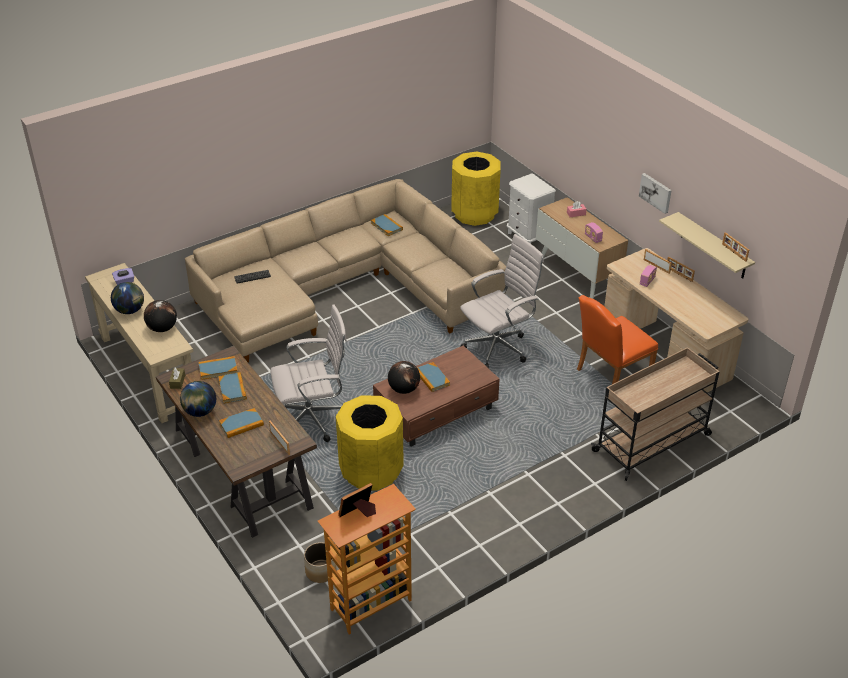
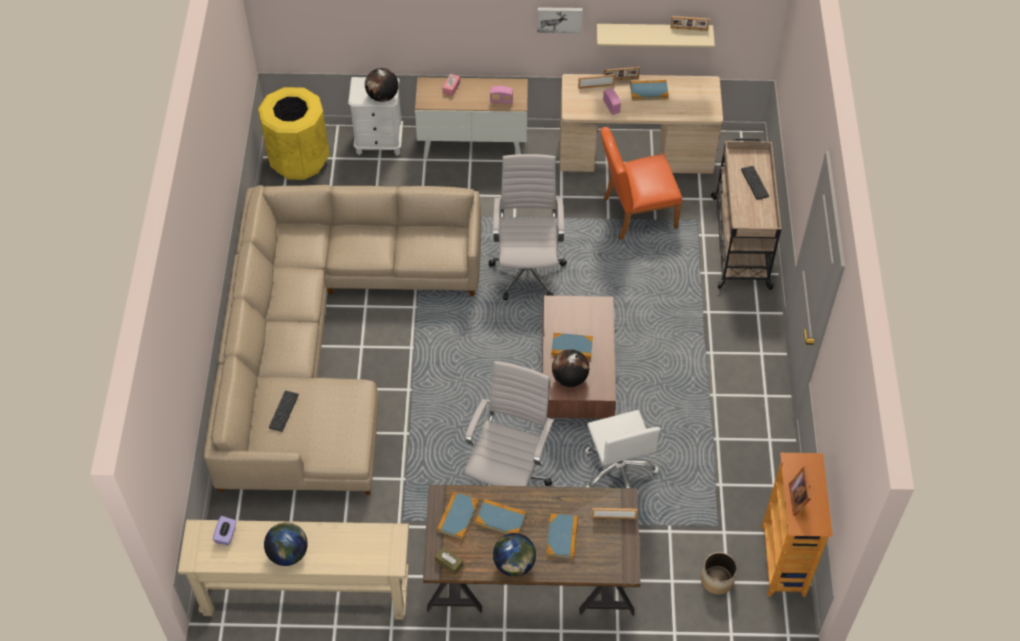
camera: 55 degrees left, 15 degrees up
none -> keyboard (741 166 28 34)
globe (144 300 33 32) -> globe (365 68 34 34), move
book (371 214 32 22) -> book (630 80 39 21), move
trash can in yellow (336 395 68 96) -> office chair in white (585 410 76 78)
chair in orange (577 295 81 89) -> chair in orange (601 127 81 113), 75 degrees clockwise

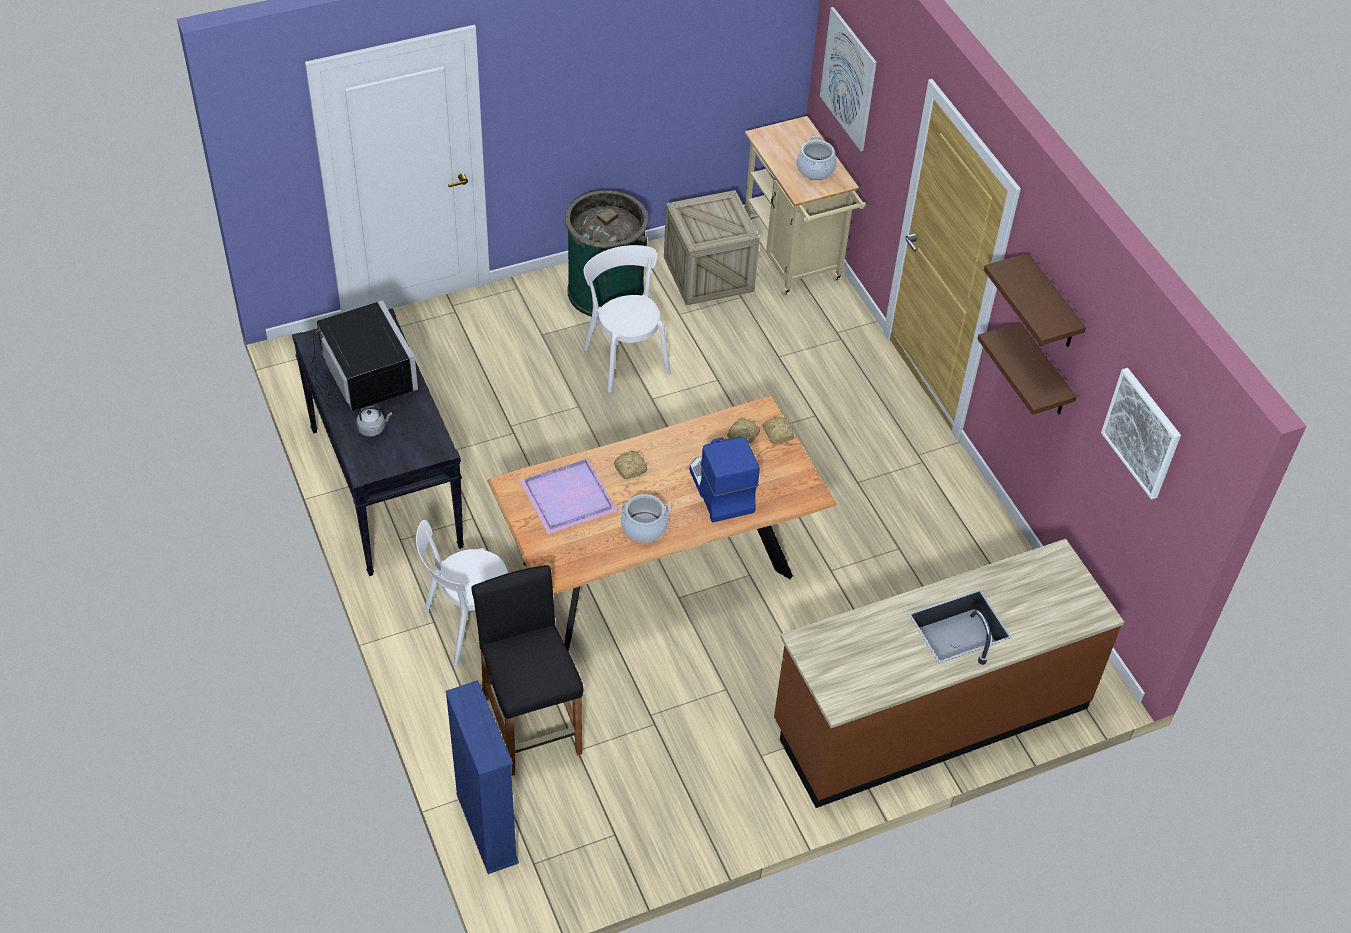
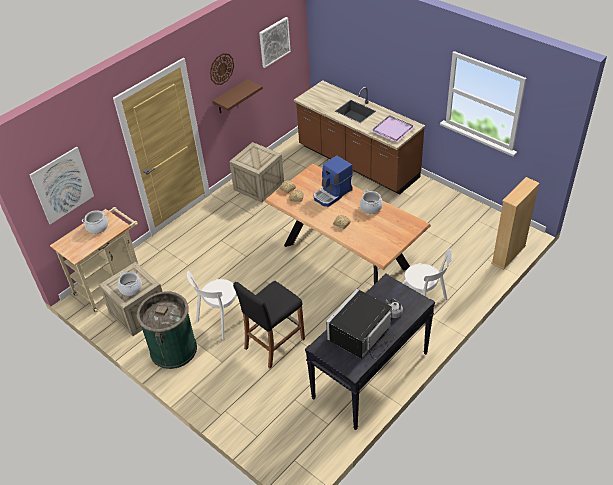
camera: 110 degrees left, 5 degrees down
none -> cooking pot (118 271 24 25)
none -> crate (229 142 55 61)
stool in black (471 565 113 211) -> stool in black (233 281 72 88), move
tray in purple (520 458 97 76) -> tray in purple (371 115 44 28), move
shelf in brown (984 253 102 94) -> wall clock (210 53 24 32)
bookcase in blue (445 680 74 194) -> bookcase in beige (491 177 49 93)

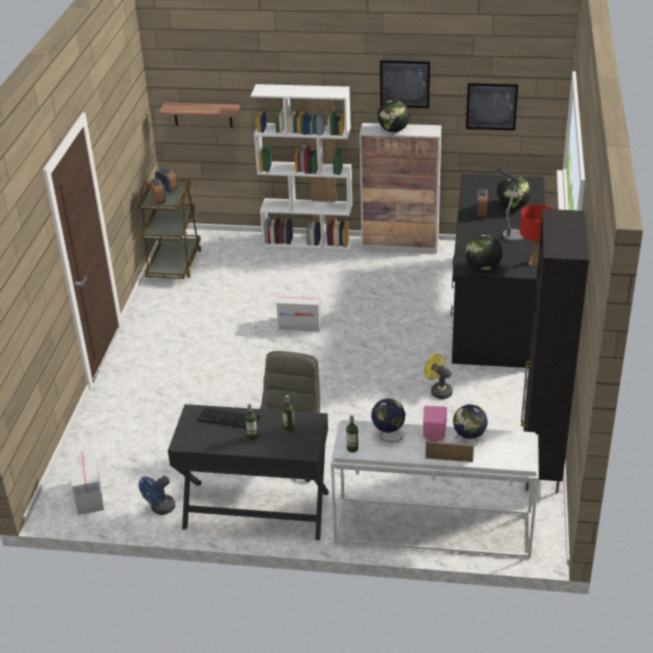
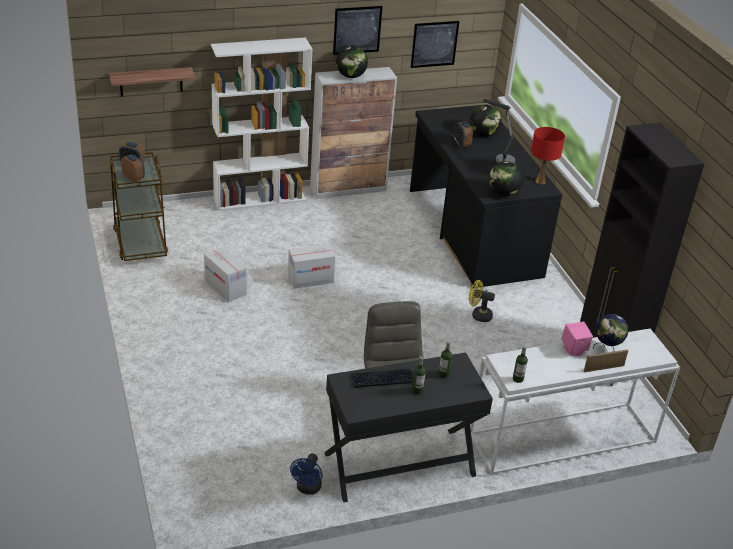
camera: 30 degrees left, 0 degrees up
globe (371 398 34 44) -> none
cardboard box (68 448 36 67) -> cardboard box (204 247 43 55), move

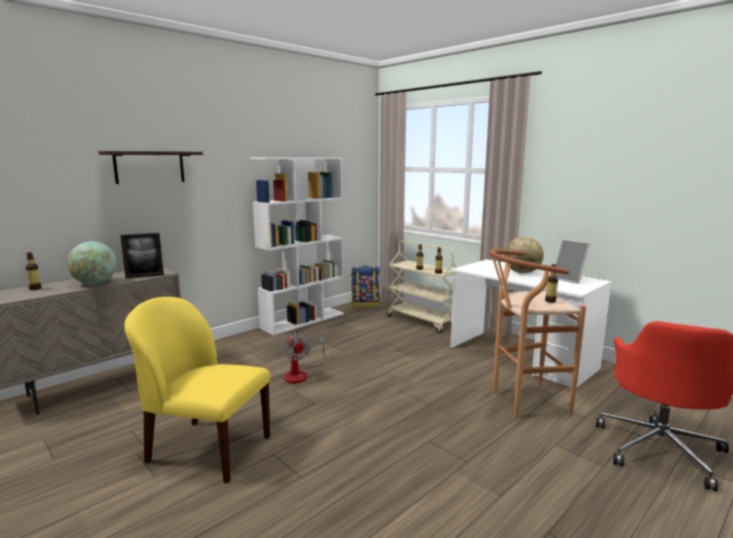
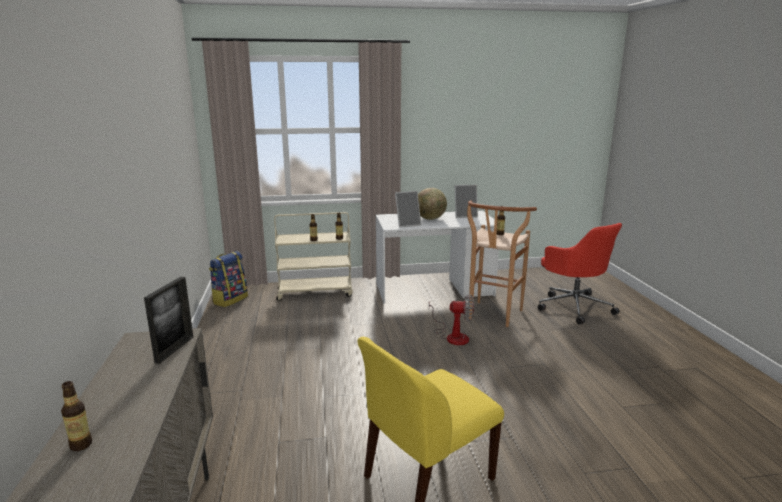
camera: 55 degrees left, 5 degrees up
globe (67 241 50 44) -> none
shelf (99 151 104 33) -> none
bookcase in white (250 157 94 178) -> none
none -> picture frame (395 191 26 37)
fan (283 332 42 51) -> fan (429 294 45 51), move

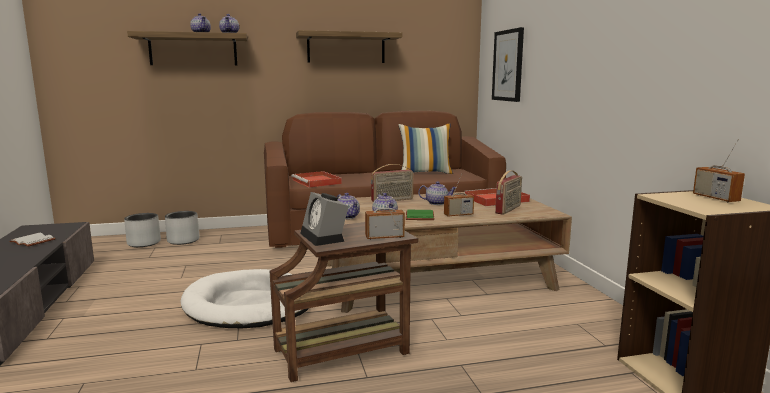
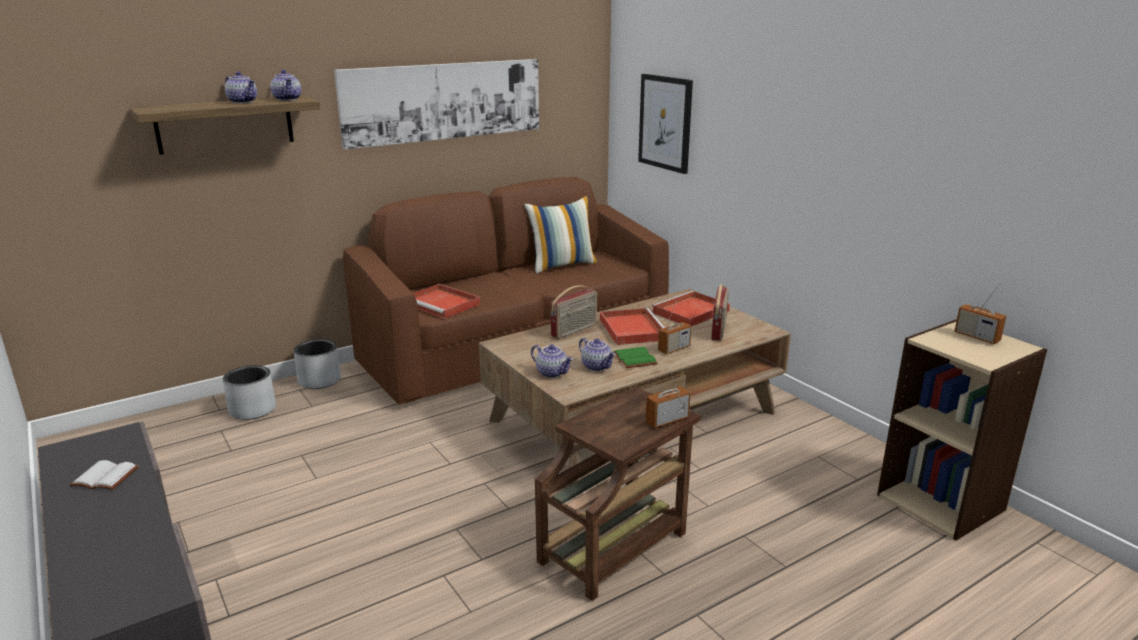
camera: 20 degrees left, 10 degrees up
dog bed in white (181 269 128 59) -> none
alarm clock (300 192 49 54) -> none
planter in grey (124 213 37 34) -> planter in grey (293 339 48 50), move
shelf (296 30 106 33) -> picture (334 59 205 91)
teapot (418 181 38 24) -> tray in red (600 308 65 37)

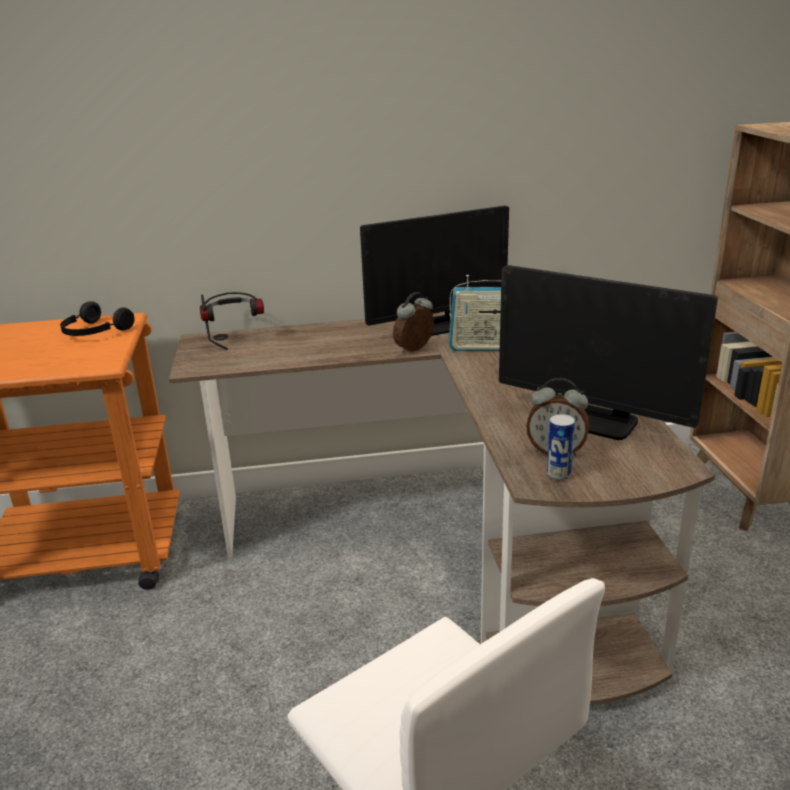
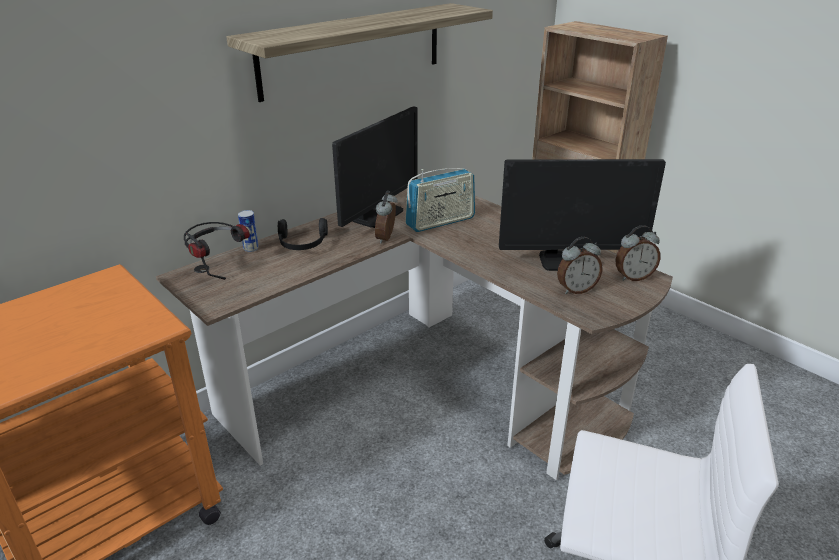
camera: 35 degrees left, 5 degrees up
none -> shelf (226 3 267 99)
none -> alarm clock (616 225 44 56)
headphones in black (60 301 74 35) -> headphones in black (278 218 50 32), move
can (547 414 28 67) -> can (238 210 21 42), move

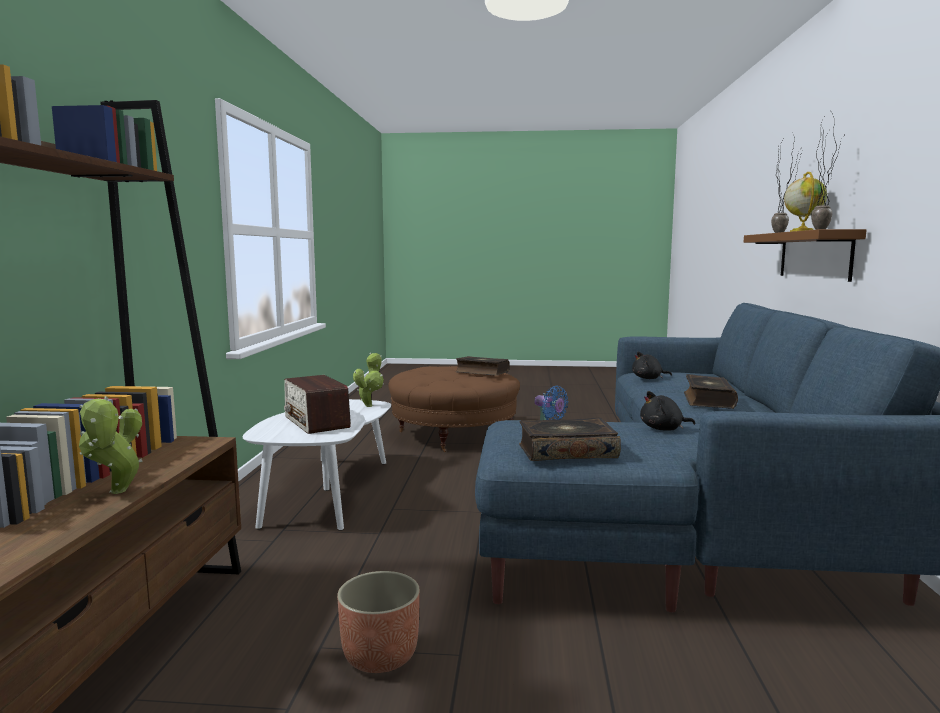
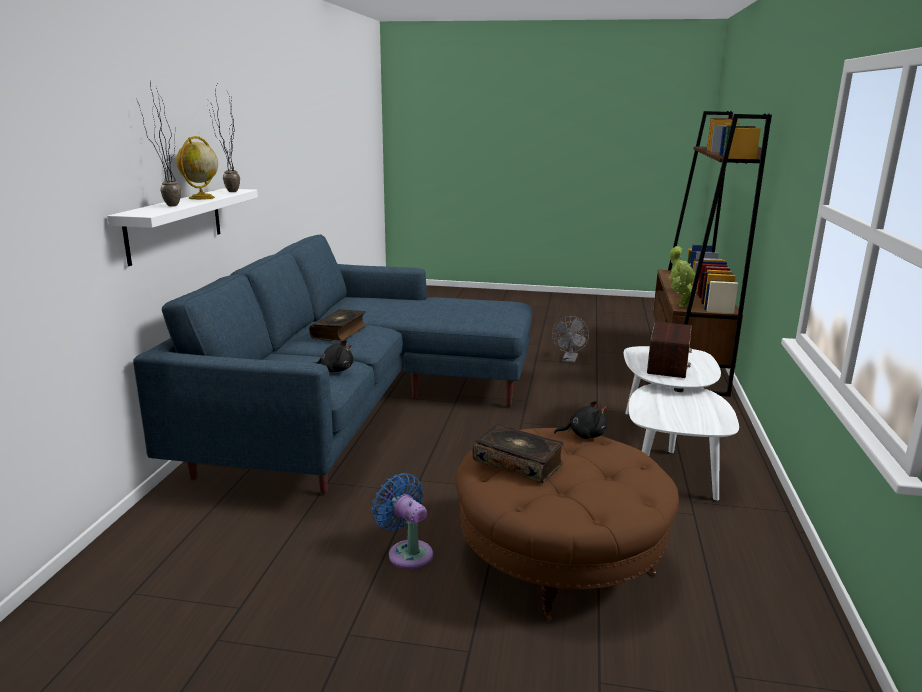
camera: 175 degrees left, 10 degrees up
book (519 417 102 44) -> none
potted plant (353 353 31 54) -> potted plant (671 264 25 43), move
plush toy in black (640 391 55 40) -> plush toy in black (554 401 53 38), move
planter (337 571 83 102) -> fan in grey (552 316 37 47)
shelf in brown (744 229 122 53) -> shelf in white (107 189 151 77)
radio (284 375 67 59) -> radio (647 322 45 56), 45 degrees clockwise

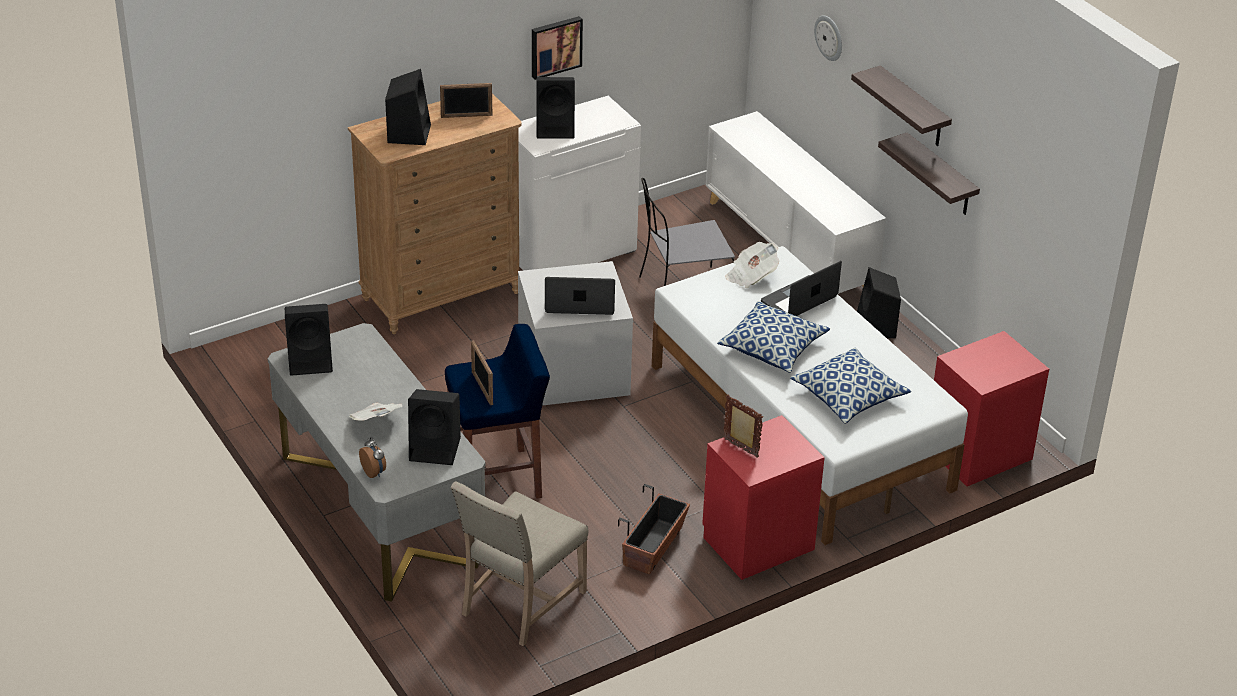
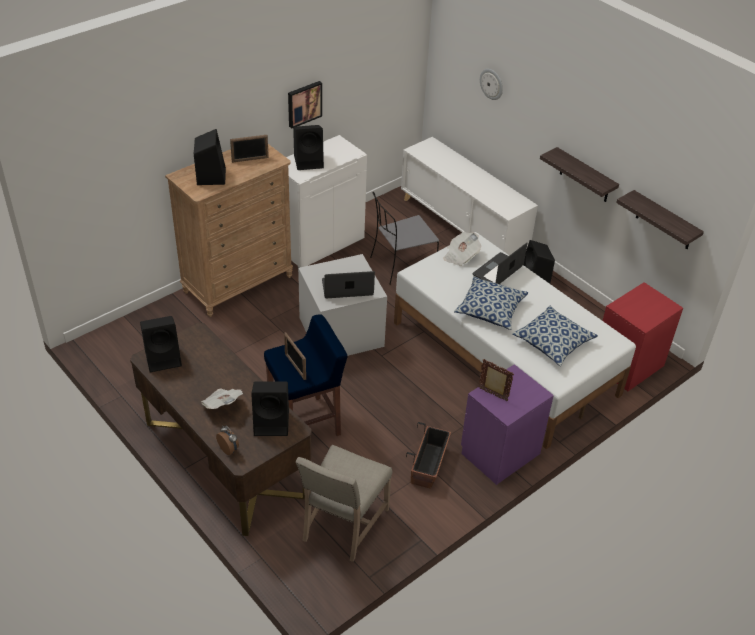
camera: 10 degrees left, 5 degrees up
shelf (851 65 101 81) -> shelf (616 190 88 59), move
desk in grey (267 323 219 279) -> desk in brown (130 323 182 213)
nightstand in red (702 415 123 165) -> nightstand in purple (461 364 93 121)

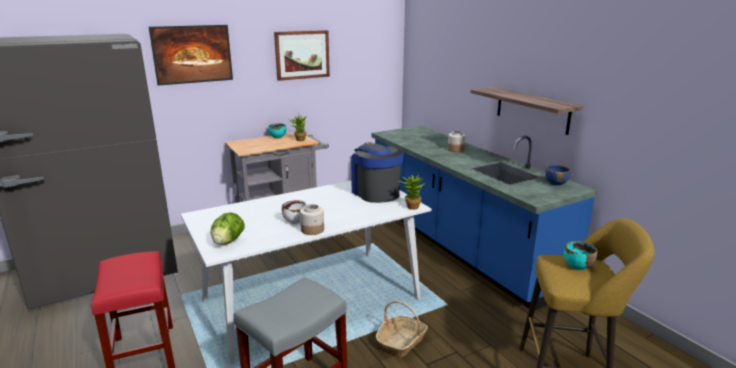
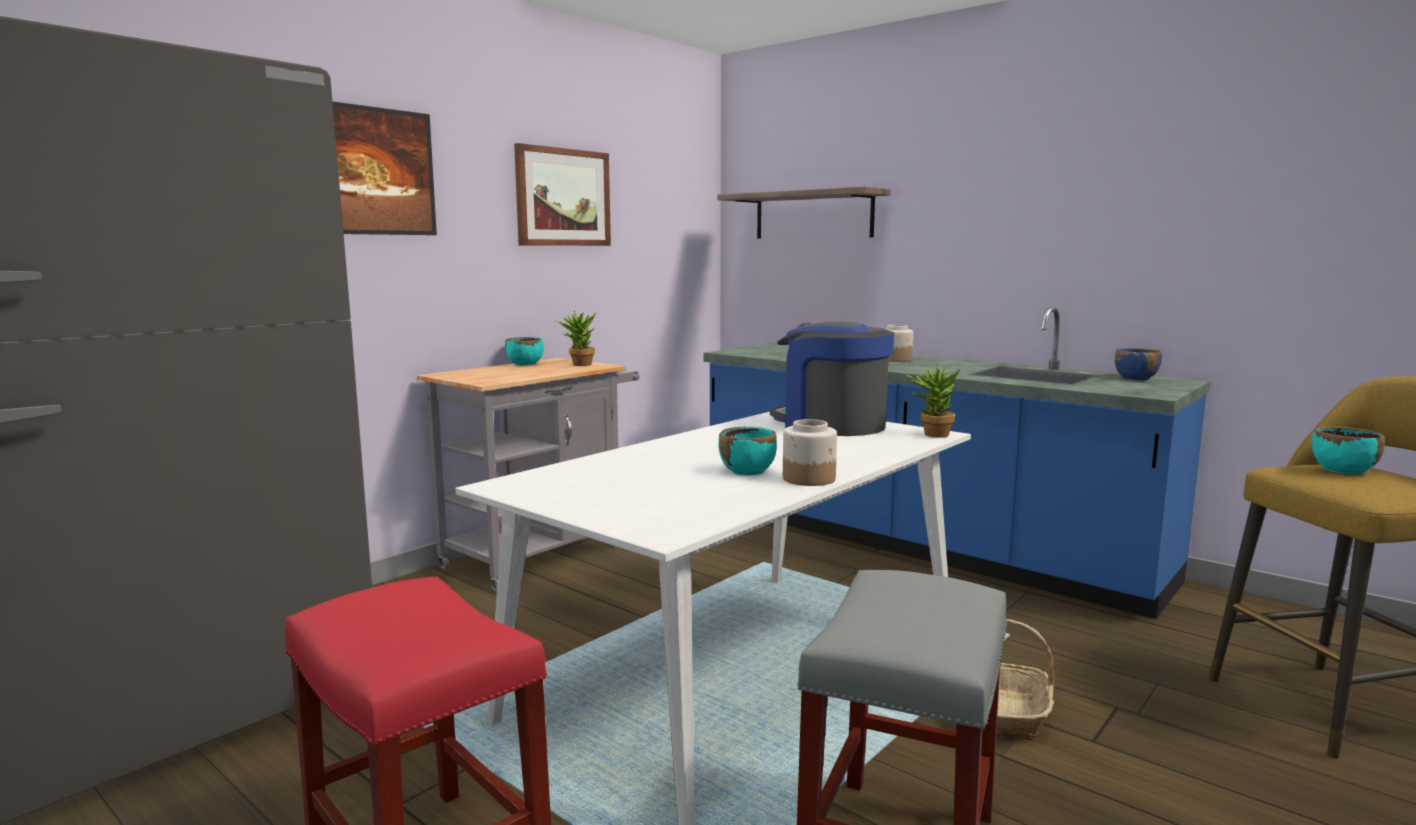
camera: 20 degrees left, 10 degrees down
lettuce (211 212 34 33) -> none
shelf (471 87 112 48) -> shelf (717 186 174 53), move
bowl in white (282 200 25 24) -> bowl in turquoise (719 427 58 48)

